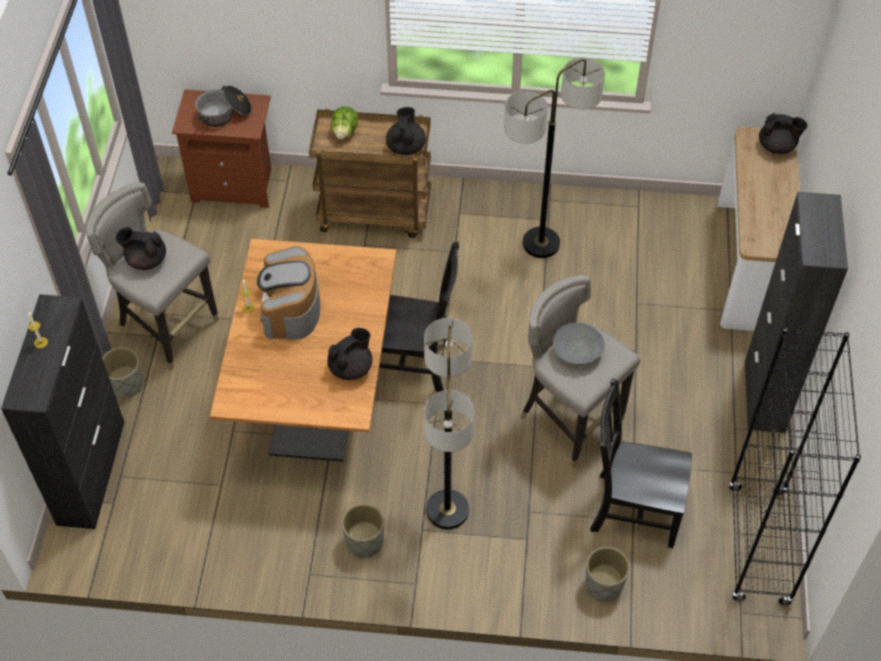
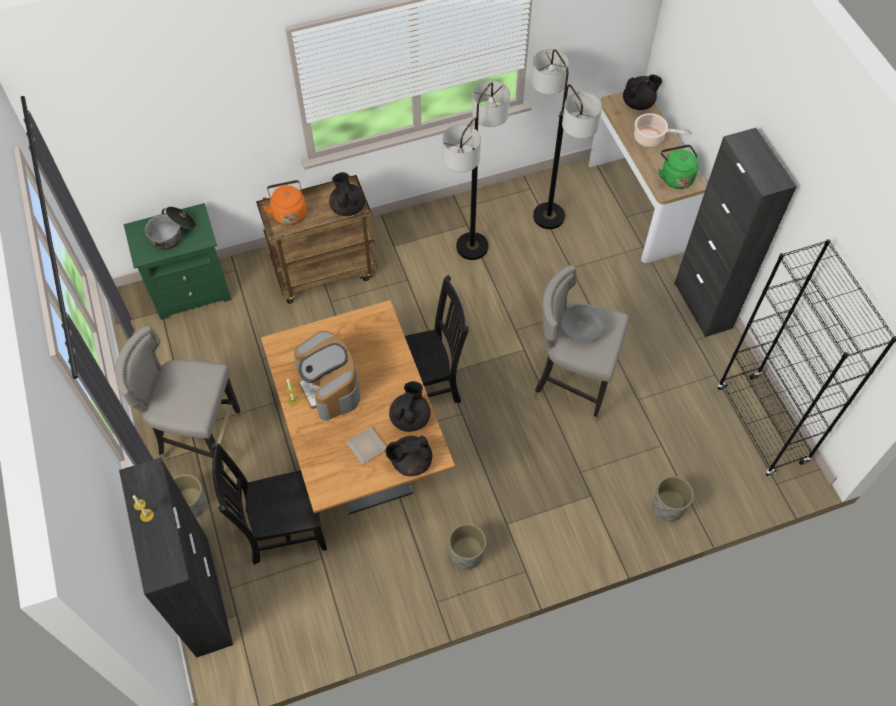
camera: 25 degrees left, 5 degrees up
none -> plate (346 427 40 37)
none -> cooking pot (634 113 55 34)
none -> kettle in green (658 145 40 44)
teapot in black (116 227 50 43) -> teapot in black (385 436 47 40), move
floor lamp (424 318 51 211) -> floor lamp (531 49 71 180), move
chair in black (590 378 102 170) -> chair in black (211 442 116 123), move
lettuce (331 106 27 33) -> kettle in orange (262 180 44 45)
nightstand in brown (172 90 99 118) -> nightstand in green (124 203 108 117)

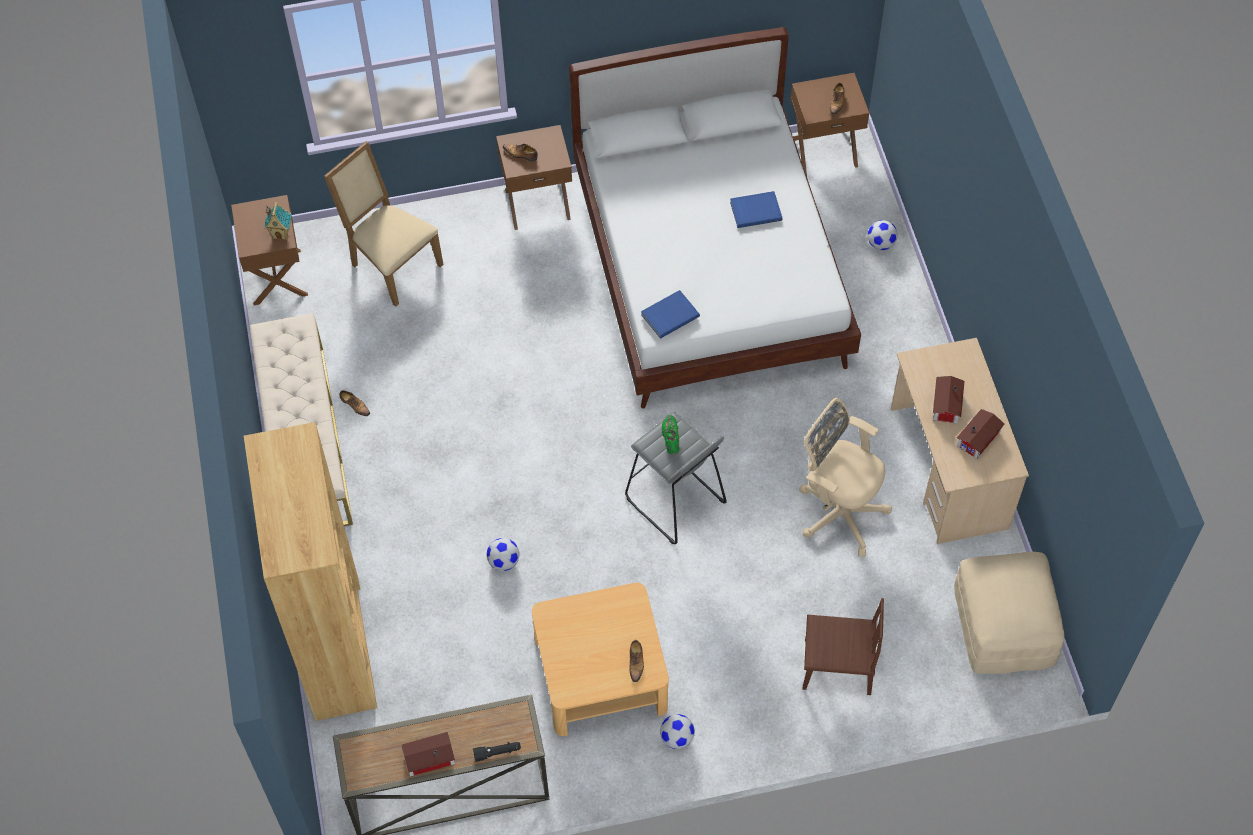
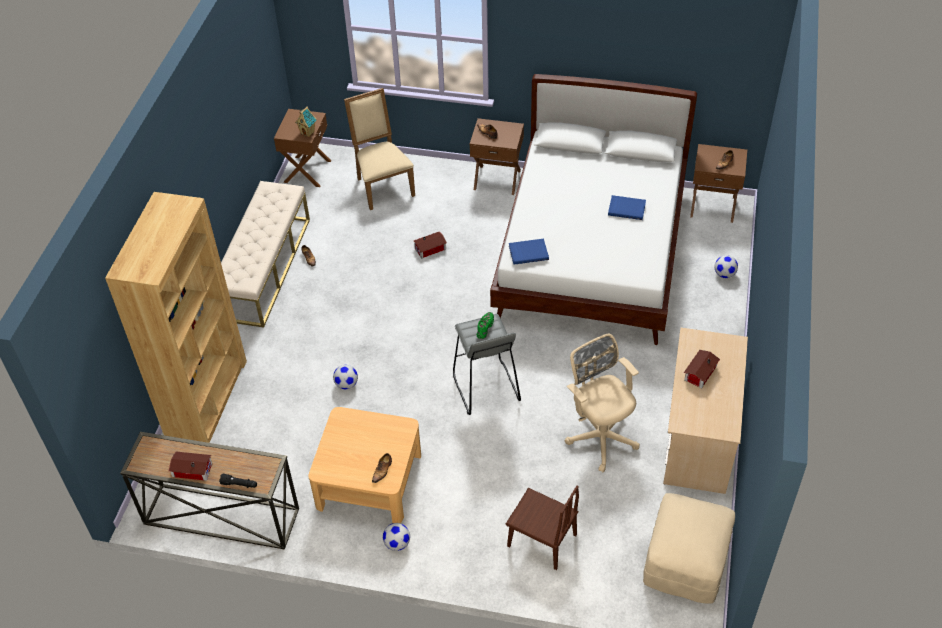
camera: 25 degrees right, 10 degrees down
toy house (957 409 48 50) -> toy house (413 232 34 27), move

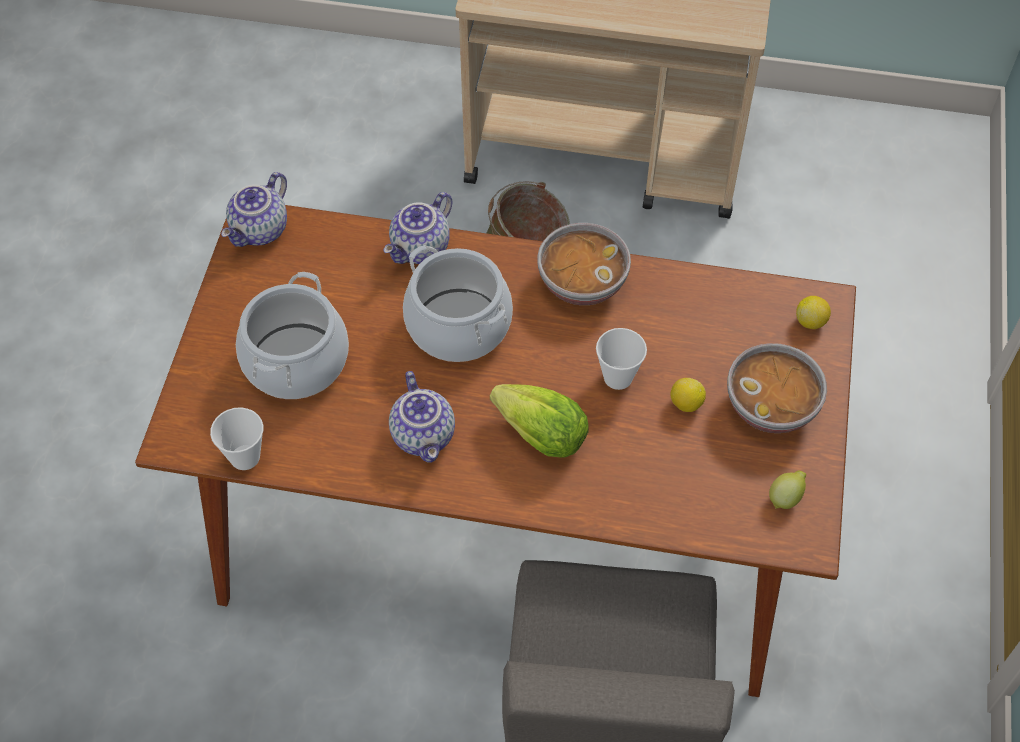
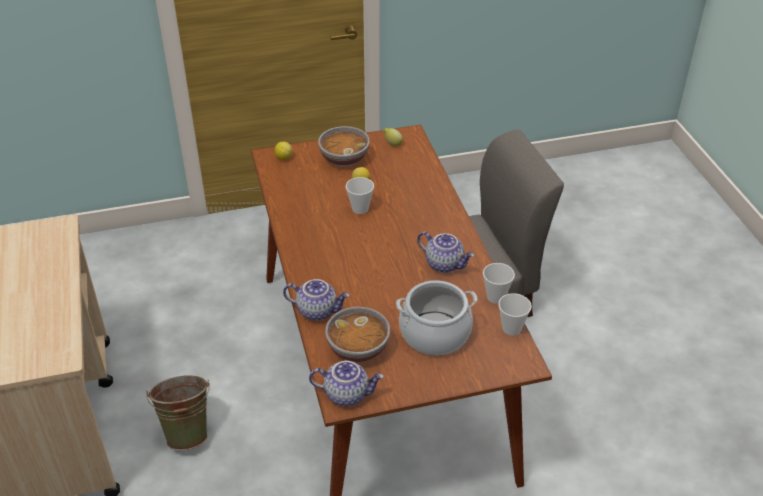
camera: 115 degrees left, 15 degrees down
cooking pot (403 245 110 117) -> none
lettuce (490 384 99 74) -> none
none -> cup (483 263 32 41)
bowl (537 223 94 82) -> bowl (325 307 65 55), move
teapot (389 371 66 92) -> teapot (417 231 57 42), 75 degrees clockwise

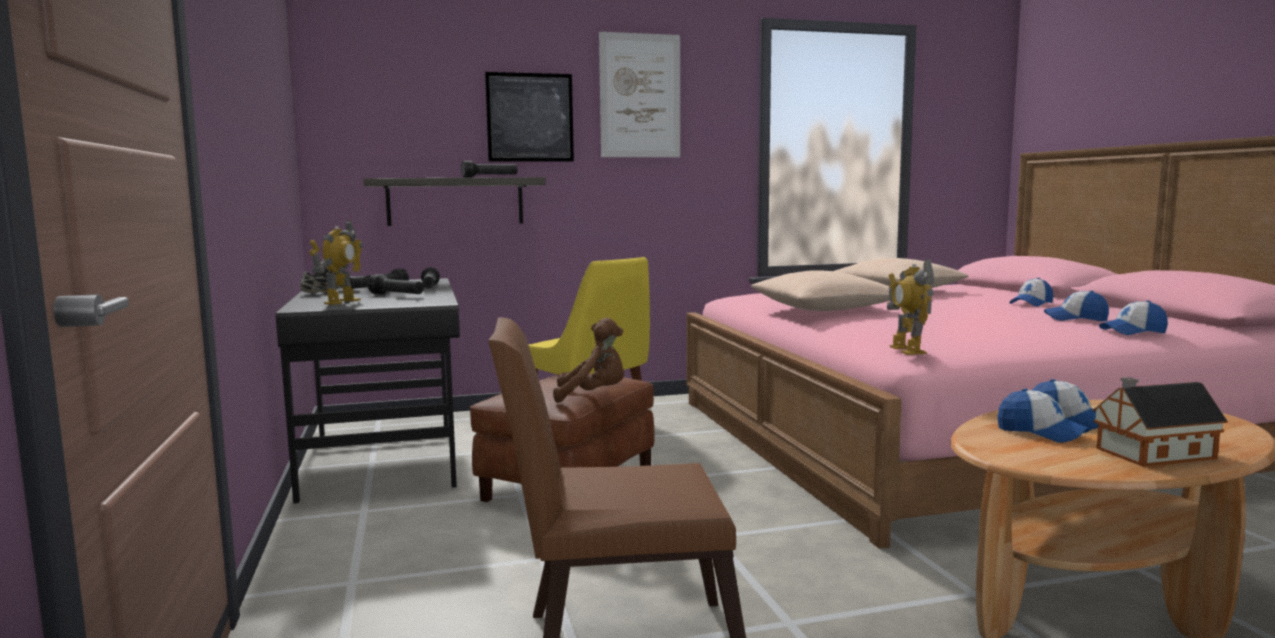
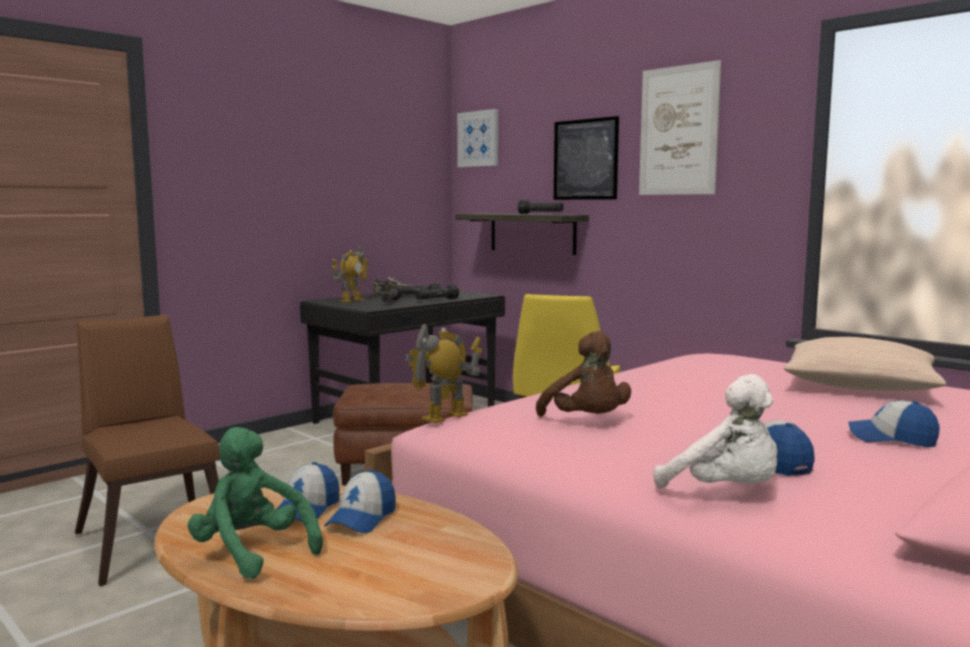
camera: 60 degrees right, 0 degrees up
pillow in beige (751 270 139 41) -> none
none -> picture (457 109 41 58)
plush toy in brown (553 318 71 85) -> plush toy in brown (536 331 95 86), move
toy house (1092 377 136 90) -> plush toy in green (188 427 135 152)
cap (1099 300 69 35) -> plush toy in white (654 374 124 114)
toy robot (309 220 55 85) -> toy robot (331 246 38 56), 45 degrees counterclockwise

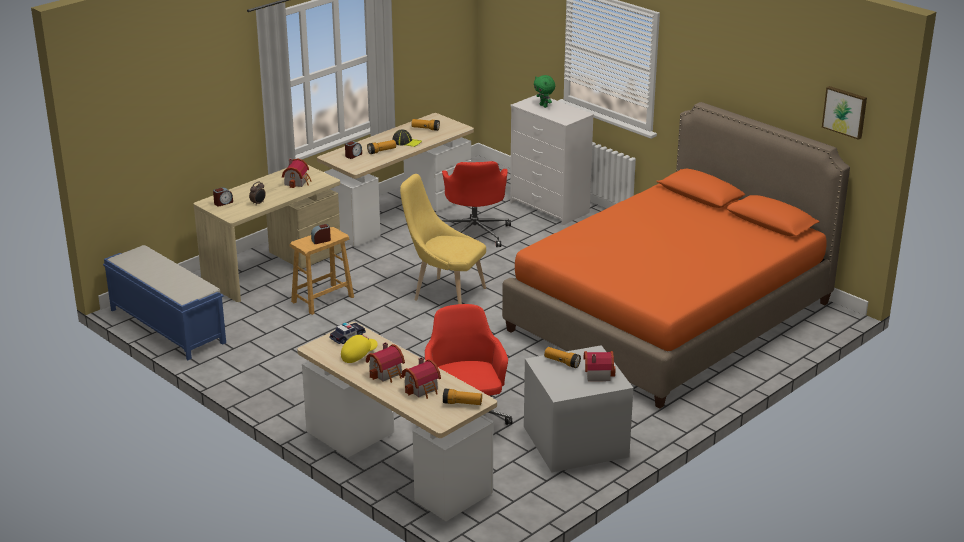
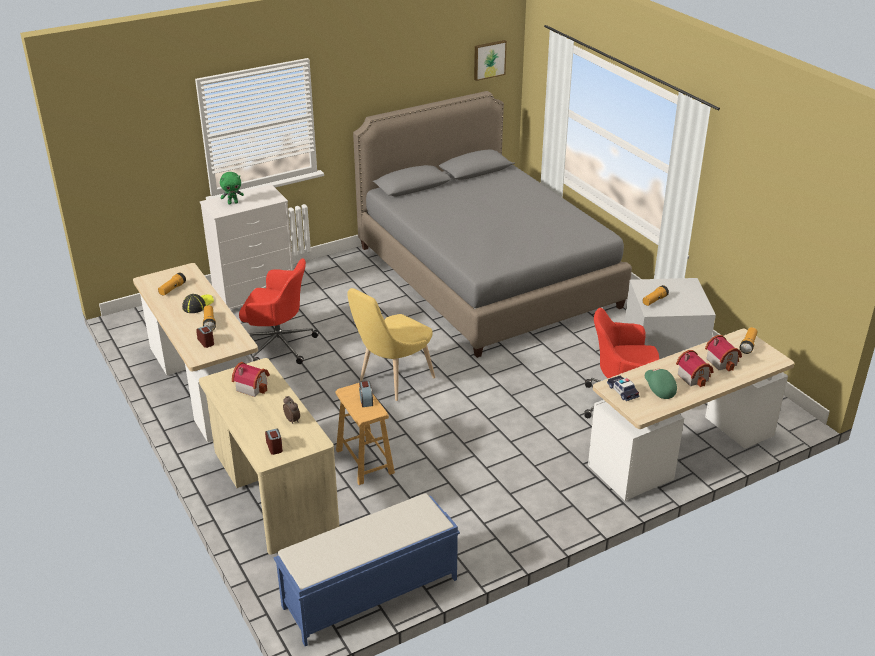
camera: 75 degrees left, 5 degrees up
toy house (583 351 32 30) -> none
cap in yellow (341 335 37 28) -> cap in green (645 368 32 31)
bed in orange (502 102 348 306) -> bed in grey (353 91 279 267)

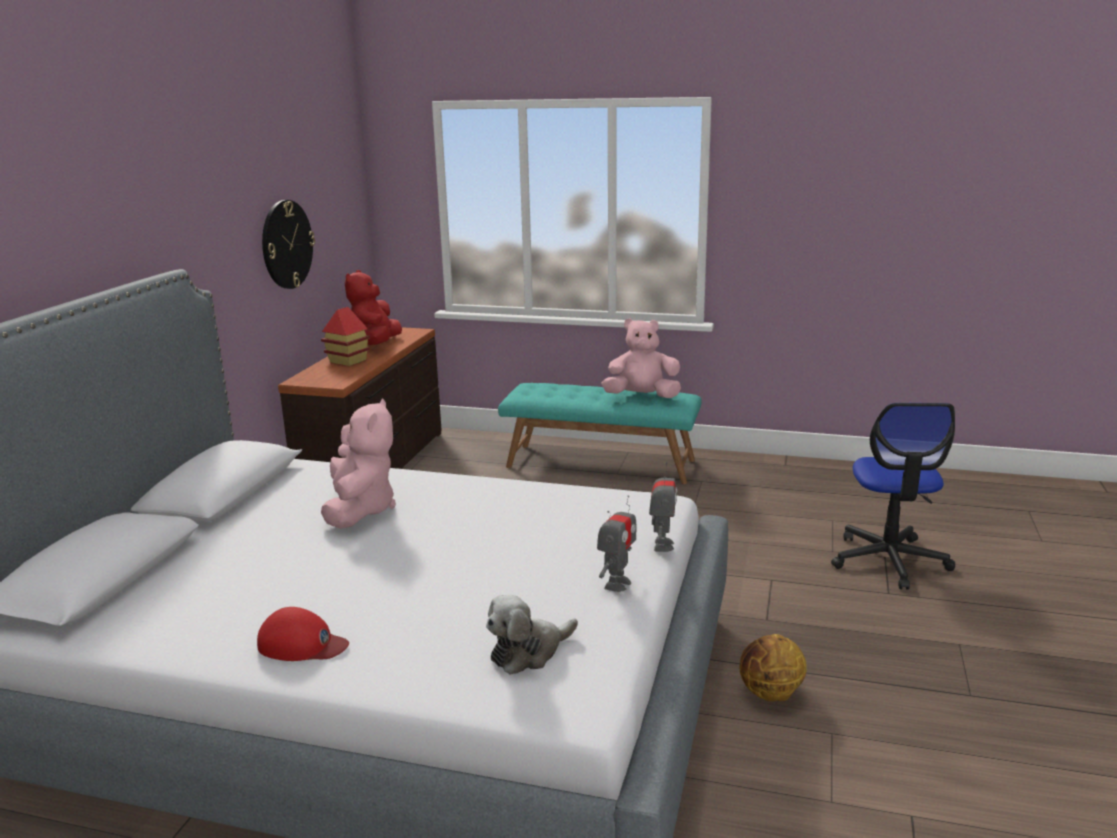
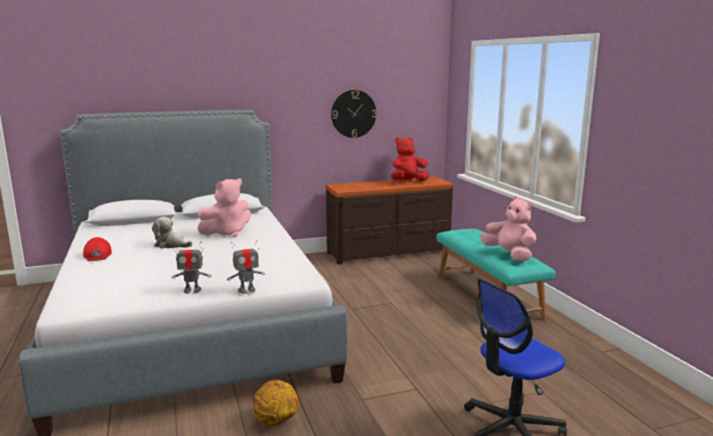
camera: 55 degrees right, 5 degrees down
toy house (321 307 49 59) -> none
plush toy (486 595 92 80) -> plush toy (152 217 40 32), move

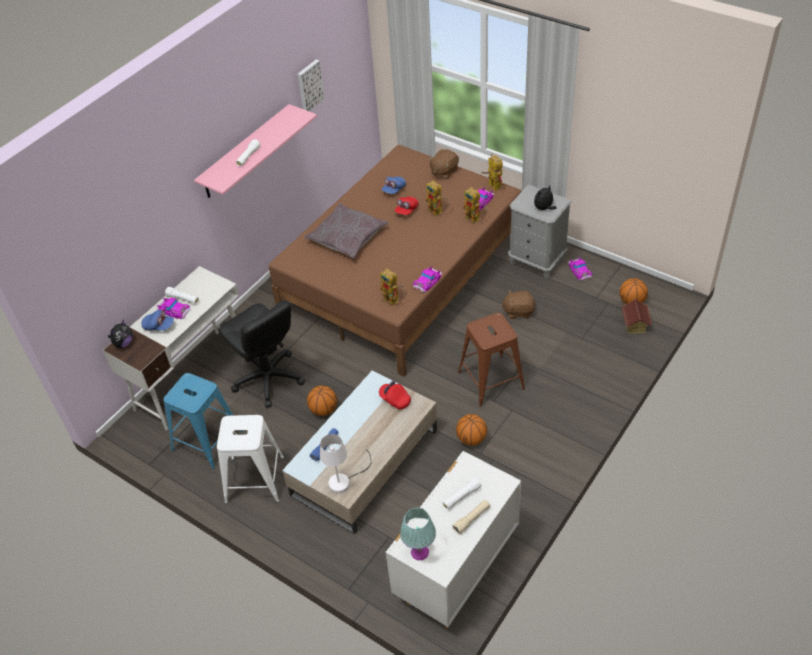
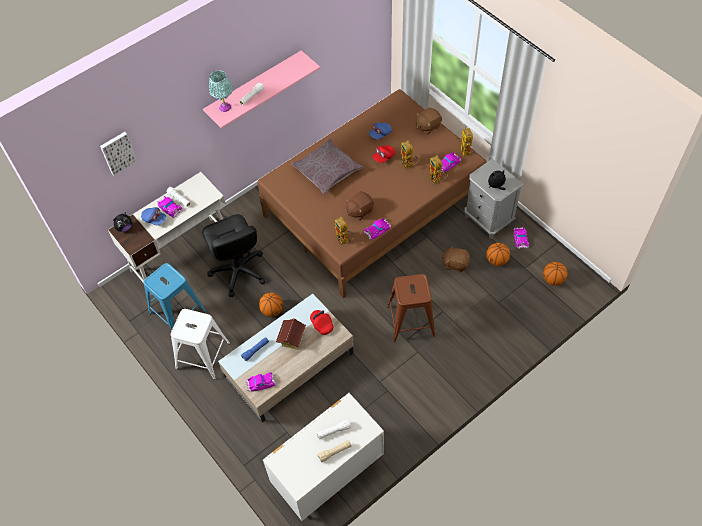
camera: 15 degrees right, 10 degrees up
none -> plush toy in brown (346 192 28 28)
picture (297 59 28 53) -> picture (100 132 38 44), move
table lamp in turquoise (400 508 36 52) -> table lamp in turquoise (209 70 24 42), move
basketball (456 414 31 32) -> basketball (486 243 24 23), move
toy house (621 299 31 34) -> toy house (276 318 30 32), move
table lamp in white (320 434 51 59) -> toy car (246 372 31 19)

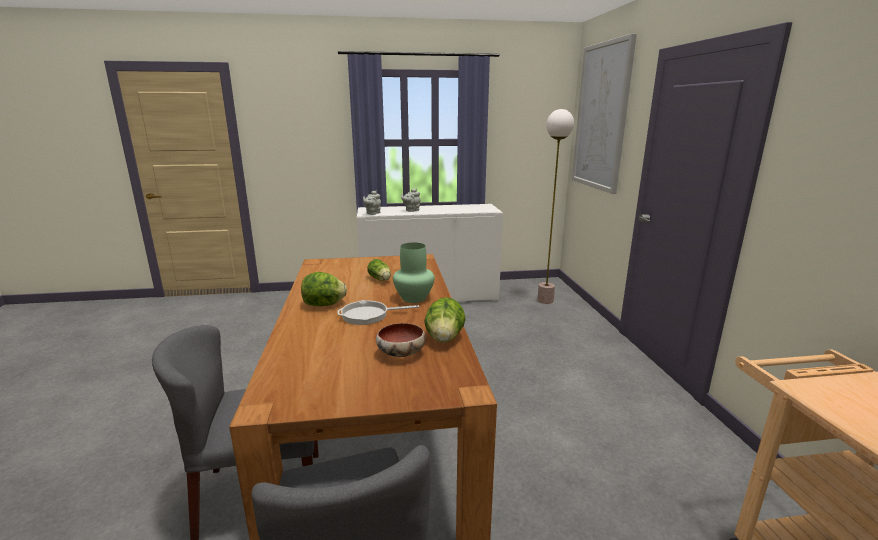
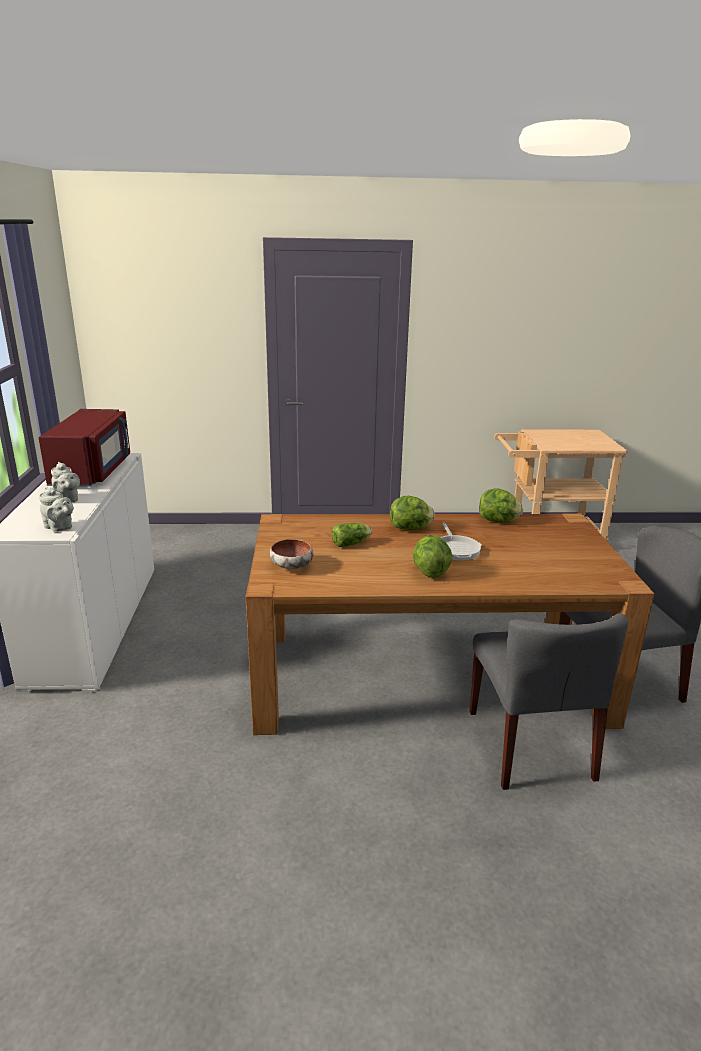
camera: 85 degrees left, 5 degrees up
floor lamp (537 109 37 195) -> none
picture (572 33 65 161) -> none
none -> microwave in red (38 409 92 78)
bowl (376 323 50 34) -> bowl (270 539 44 30), move
vase in green (393 243 42 60) -> lettuce (390 496 45 34)

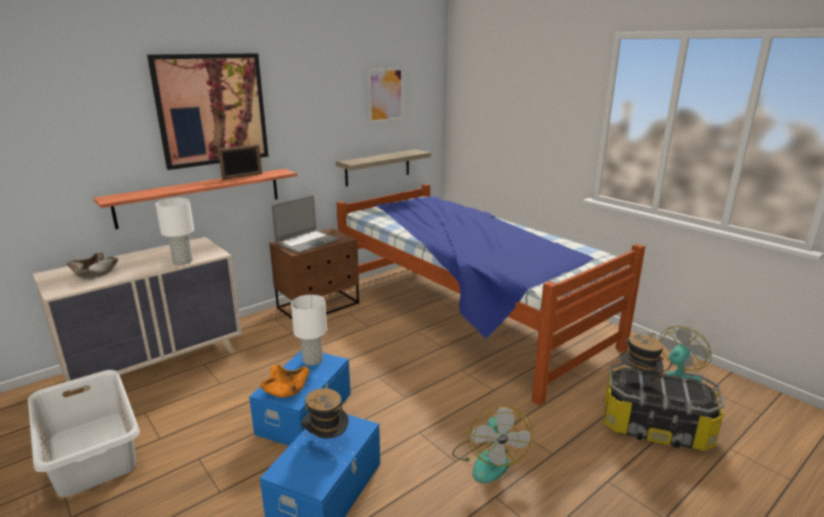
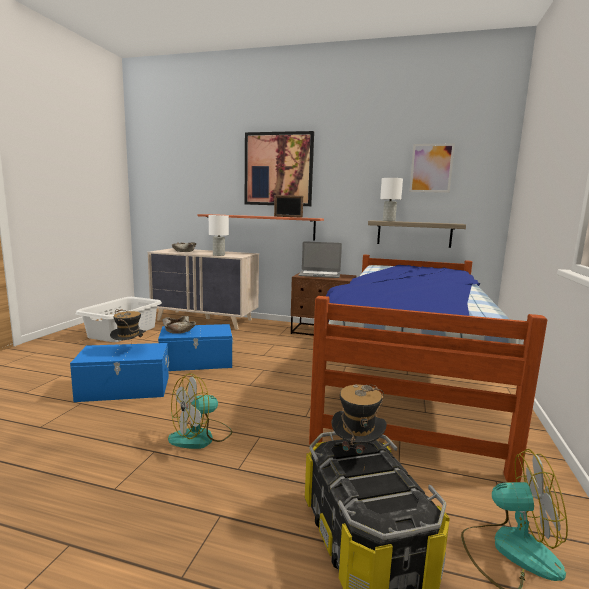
camera: 55 degrees right, 10 degrees down
table lamp in white (291 295 36 71) -> table lamp in white (380 178 23 43), move
bowl in orange (260 365 50 32) -> bowl in beige (162 316 34 18)

